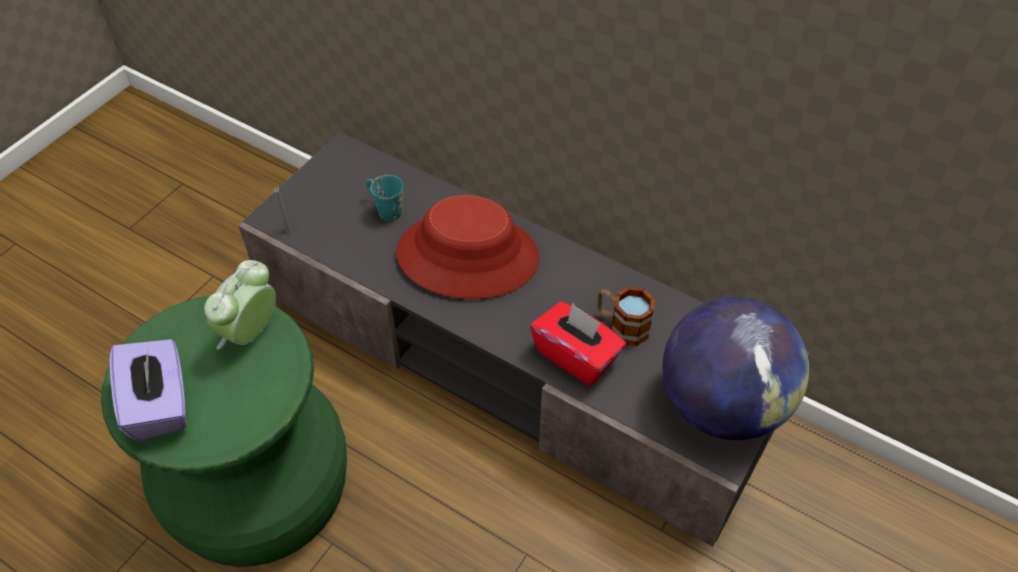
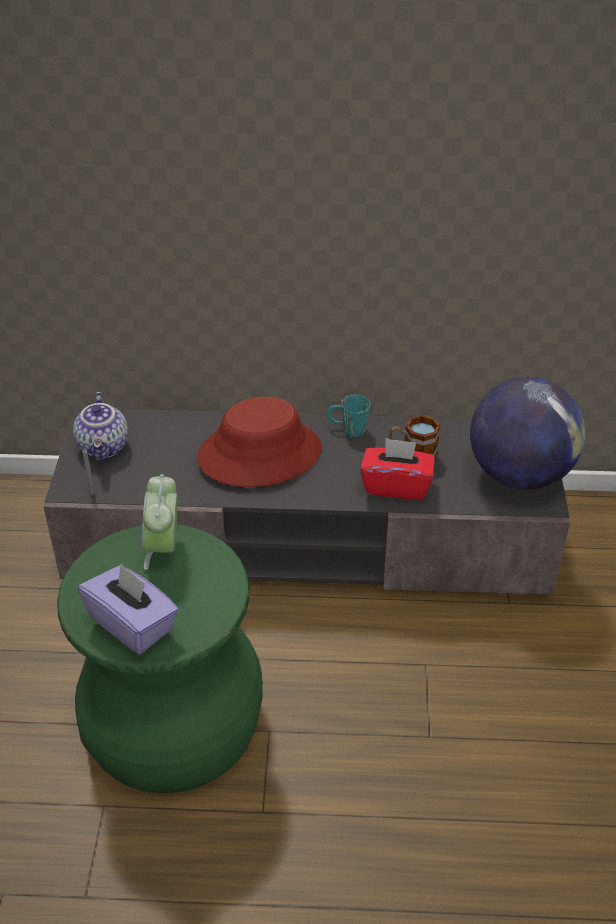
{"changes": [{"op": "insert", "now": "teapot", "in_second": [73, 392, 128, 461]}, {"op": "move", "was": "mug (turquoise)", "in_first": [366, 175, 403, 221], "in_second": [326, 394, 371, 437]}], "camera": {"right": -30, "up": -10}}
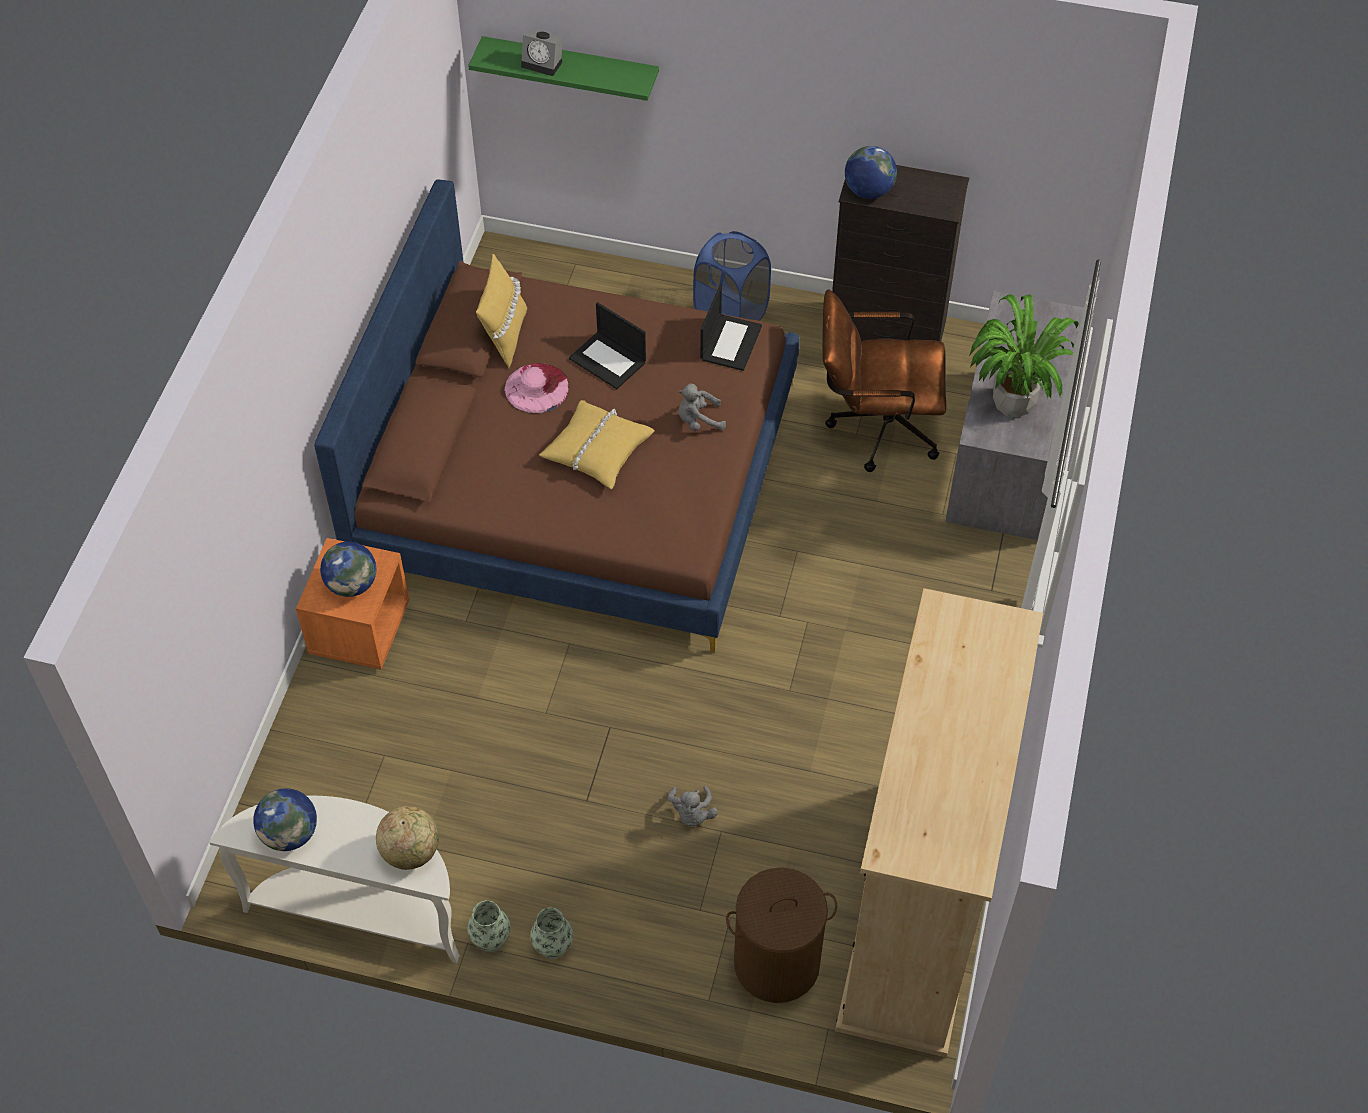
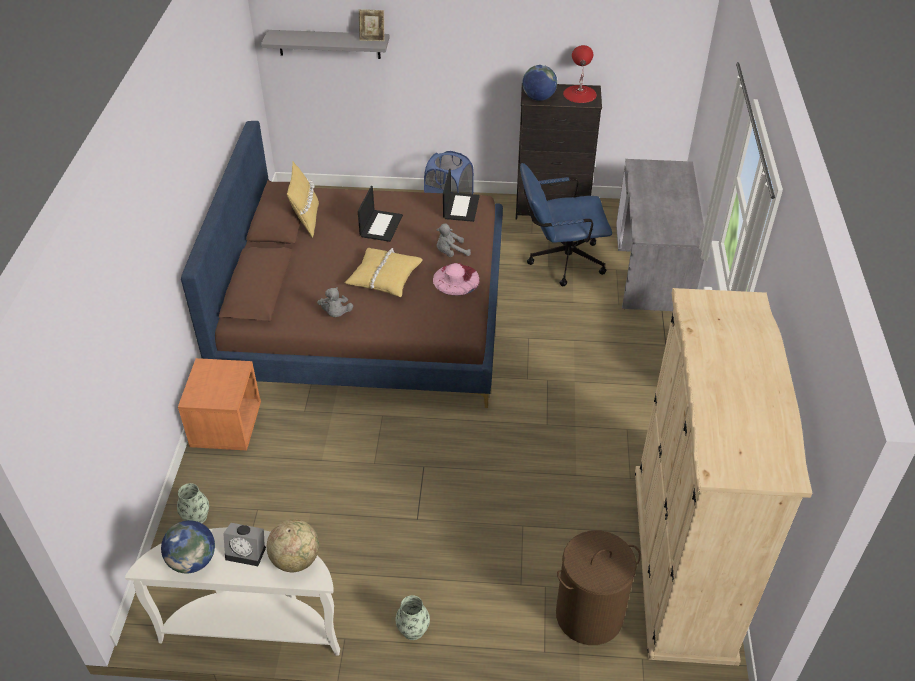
{"changes": [{"op": "delete", "was": "globe", "in_first": [320, 542, 376, 597]}, {"op": "delete", "was": "potted plant", "in_first": [969, 294, 1079, 417]}, {"op": "insert", "now": "picture frame", "in_second": [359, 9, 384, 41]}, {"op": "insert", "now": "table lamp (red)", "in_second": [563, 45, 597, 103]}, {"op": "move", "was": "vase", "in_first": [467, 901, 510, 952], "in_second": [177, 483, 209, 523]}, {"op": "move", "was": "hat (pink)", "in_first": [504, 363, 569, 413], "in_second": [433, 263, 480, 296]}, {"op": "move", "was": "alarm clock", "in_first": [521, 29, 563, 76], "in_second": [223, 523, 266, 566]}, {"op": "move", "was": "plush toy (grey)", "in_first": [668, 786, 718, 827], "in_second": [317, 287, 353, 317]}, {"op": "recolor", "was": "shelf (green)", "now": "shelf (grey)", "in_first": [468, 36, 659, 101], "in_second": [261, 30, 390, 59]}, {"op": "recolor", "was": "office chair (brown)", "now": "office chair (blue)", "in_first": [822, 289, 946, 472], "in_second": [520, 163, 612, 286]}, {"op": "rotate", "was": "laptop", "in_first": [569, 302, 646, 389], "in_second": [358, 186, 403, 242], "clockwise": -105}], "camera": {"right": -10, "up": -10}}
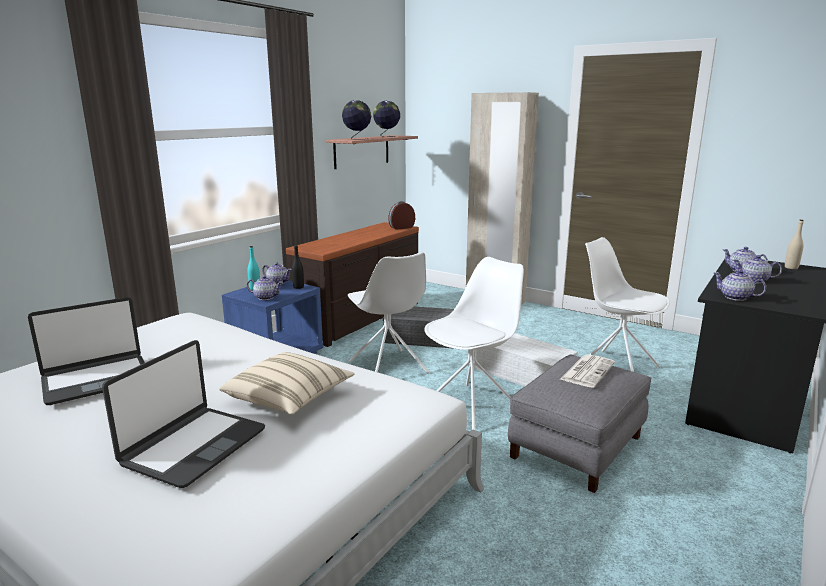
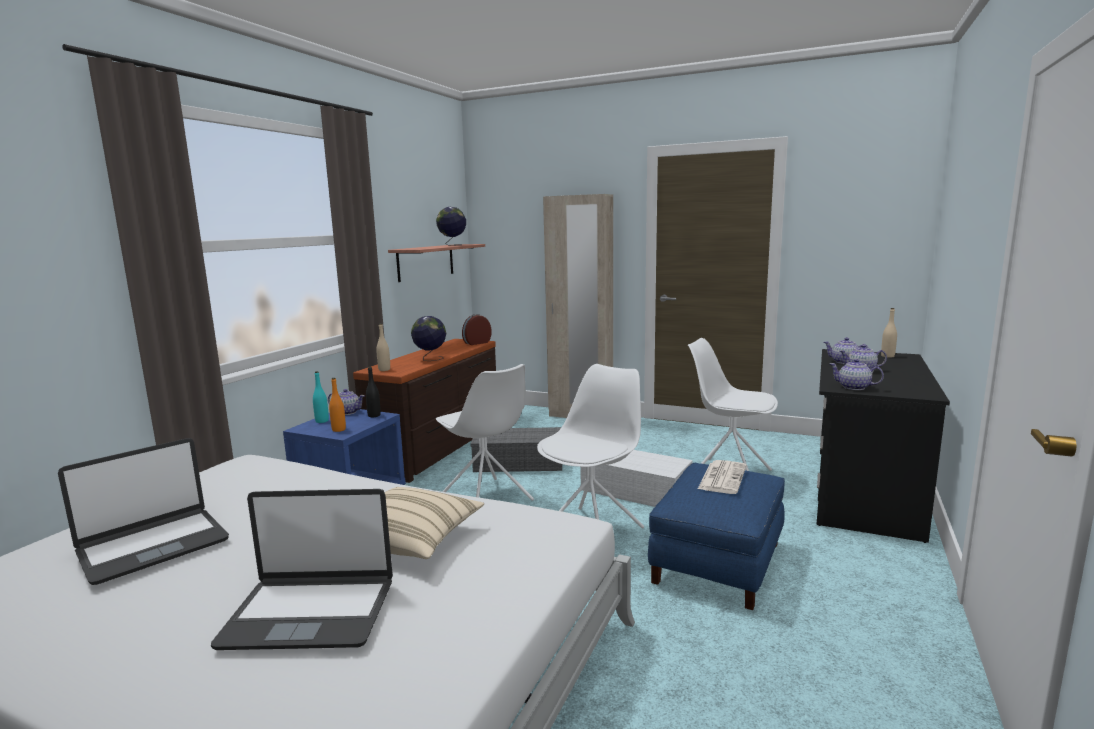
{"changes": [{"op": "insert", "now": "bottle (beige)", "in_second": [376, 324, 390, 371]}, {"op": "move", "was": "globe", "in_first": [342, 100, 371, 139], "in_second": [411, 316, 446, 361]}, {"op": "replace", "was": "teapot", "now": "bottle (orange)", "in_first": [247, 276, 283, 300], "in_second": [329, 378, 346, 432]}, {"op": "recolor", "was": "ottoman (grey)", "now": "ottoman (blue)", "in_first": [508, 355, 651, 493], "in_second": [648, 463, 785, 610]}, {"op": "rotate", "was": "laptop", "in_first": [102, 340, 265, 488], "in_second": [211, 489, 393, 650], "clockwise": 75}], "camera": {"right": -10, "up": -5}}
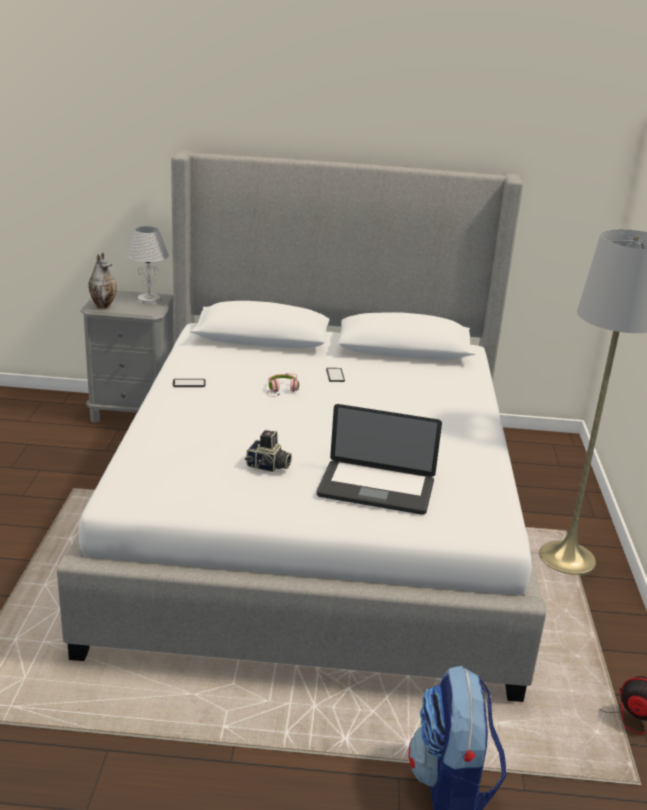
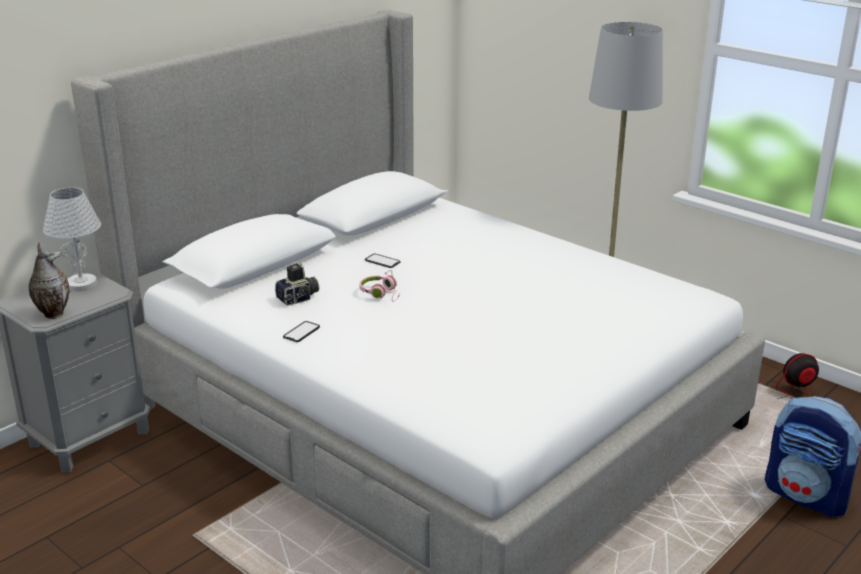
{"changes": [{"op": "delete", "was": "laptop", "in_first": [317, 404, 442, 515]}, {"op": "move", "was": "photo camera", "in_first": [245, 430, 292, 472], "in_second": [275, 262, 319, 306]}], "camera": {"right": -50, "up": 0}}
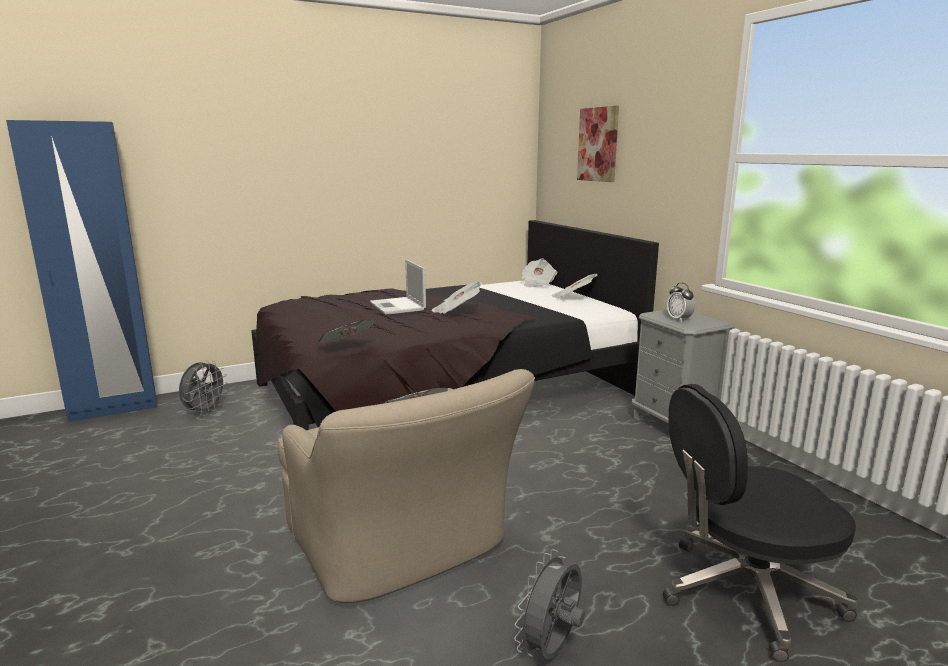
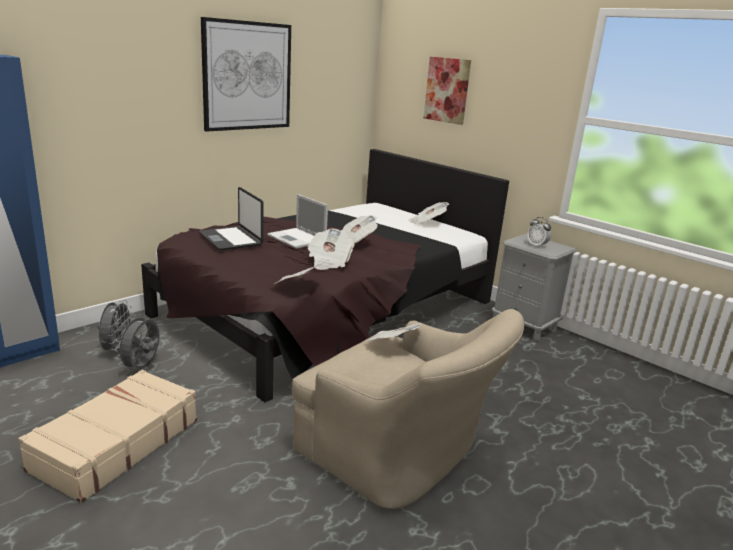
{"changes": [{"op": "delete", "was": "office chair (black)", "in_first": [663, 384, 858, 662]}, {"op": "insert", "now": "suitcase (beige)", "in_second": [18, 370, 197, 503]}, {"op": "insert", "now": "laptop", "in_second": [199, 187, 264, 251]}, {"op": "insert", "now": "picture", "in_second": [201, 17, 291, 132]}, {"op": "move", "was": "fan (grey)", "in_first": [514, 549, 585, 659], "in_second": [115, 314, 160, 371]}, {"op": "move", "was": "newspaper", "in_first": [521, 258, 557, 287], "in_second": [308, 229, 355, 270]}], "camera": {"right": -20, "up": 5}}
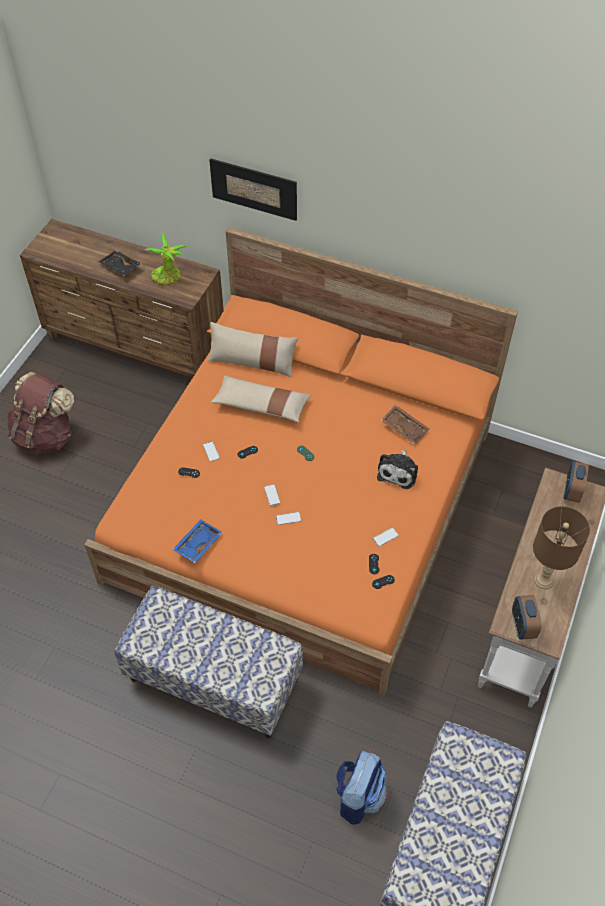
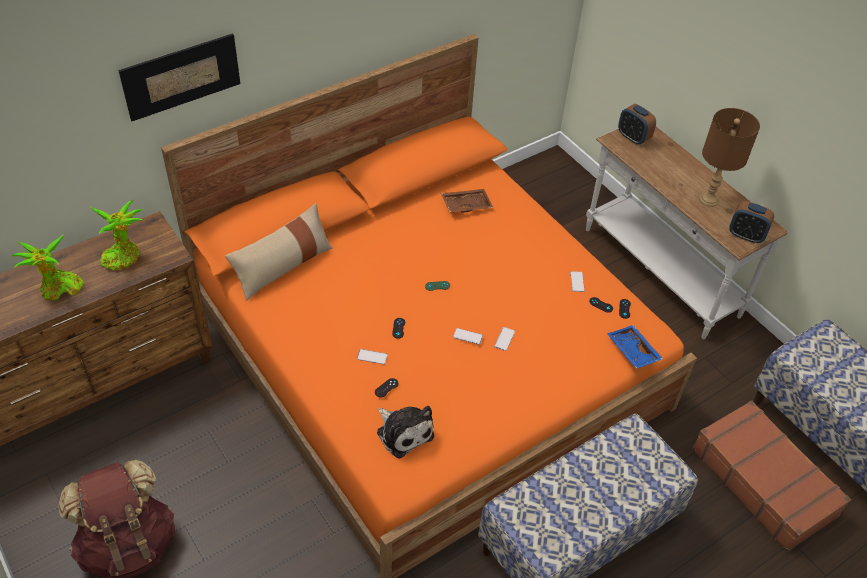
{"changes": [{"op": "delete", "was": "pillow (beige)", "in_first": [211, 376, 311, 422]}, {"op": "move", "was": "tray (blue)", "in_first": [172, 519, 223, 563], "in_second": [607, 325, 663, 369]}, {"op": "move", "was": "plush toy", "in_first": [377, 449, 418, 489], "in_second": [377, 406, 434, 458]}, {"op": "replace", "was": "tray (black)", "now": "potted plant", "in_first": [98, 250, 141, 276], "in_second": [12, 234, 84, 301]}, {"op": "replace", "was": "backpack", "now": "suitcase (brown)", "in_first": [336, 750, 387, 825], "in_second": [692, 400, 851, 552]}], "camera": {"right": -60, "up": -5}}
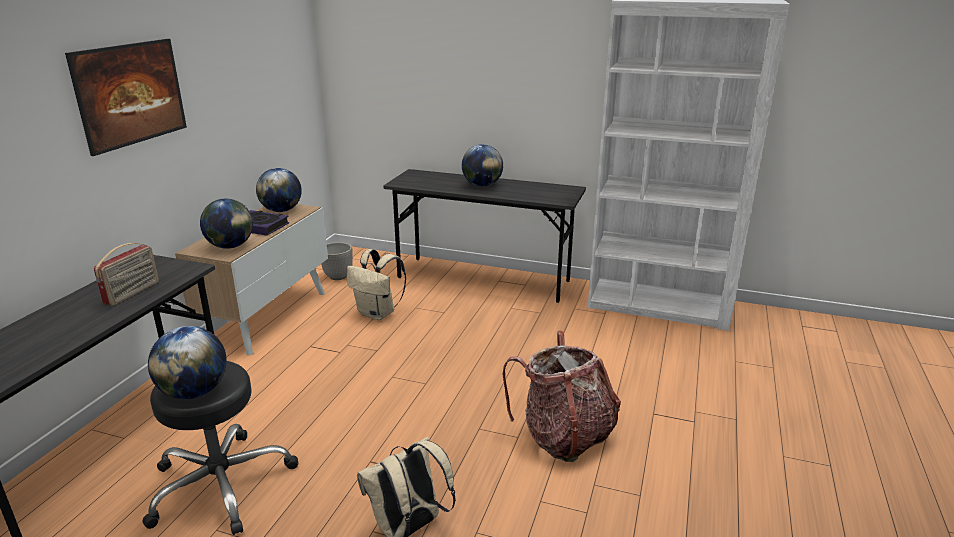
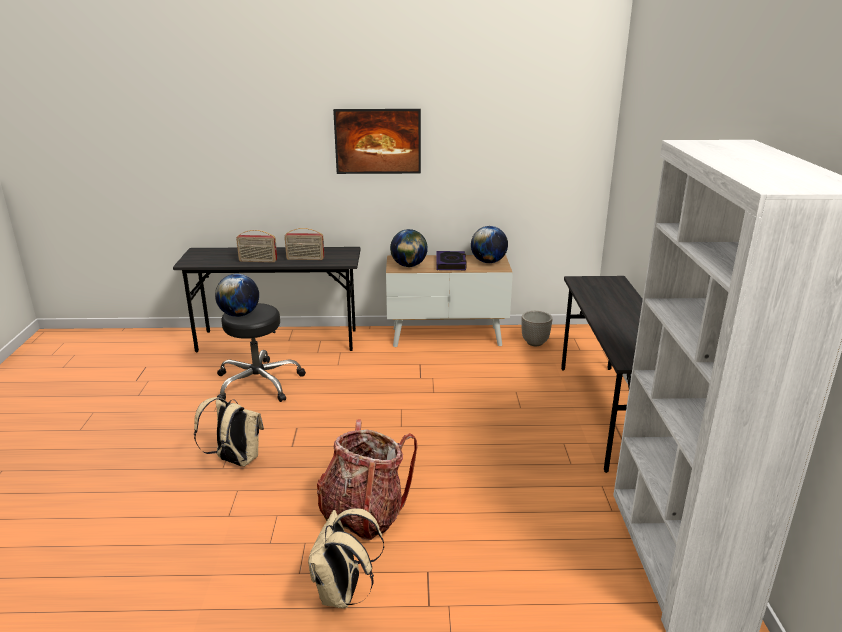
{"changes": [{"op": "delete", "was": "globe", "in_first": [462, 144, 503, 187]}, {"op": "insert", "now": "radio", "in_second": [236, 230, 277, 262]}, {"op": "move", "was": "backpack (beige)", "in_first": [347, 249, 406, 320], "in_second": [308, 508, 384, 608]}], "camera": {"right": 70, "up": 0}}
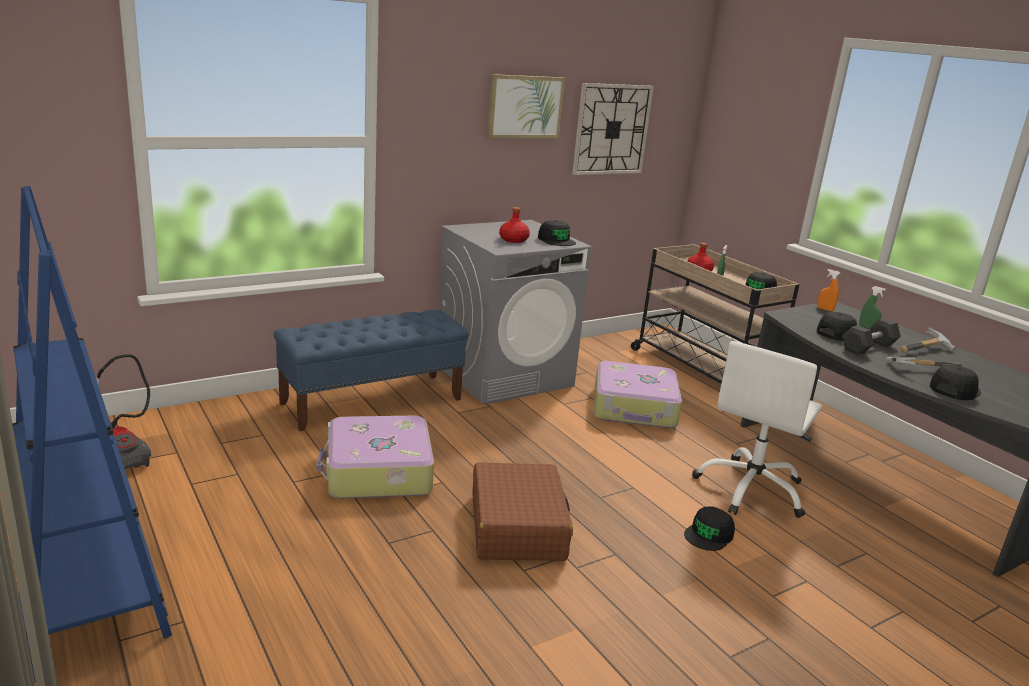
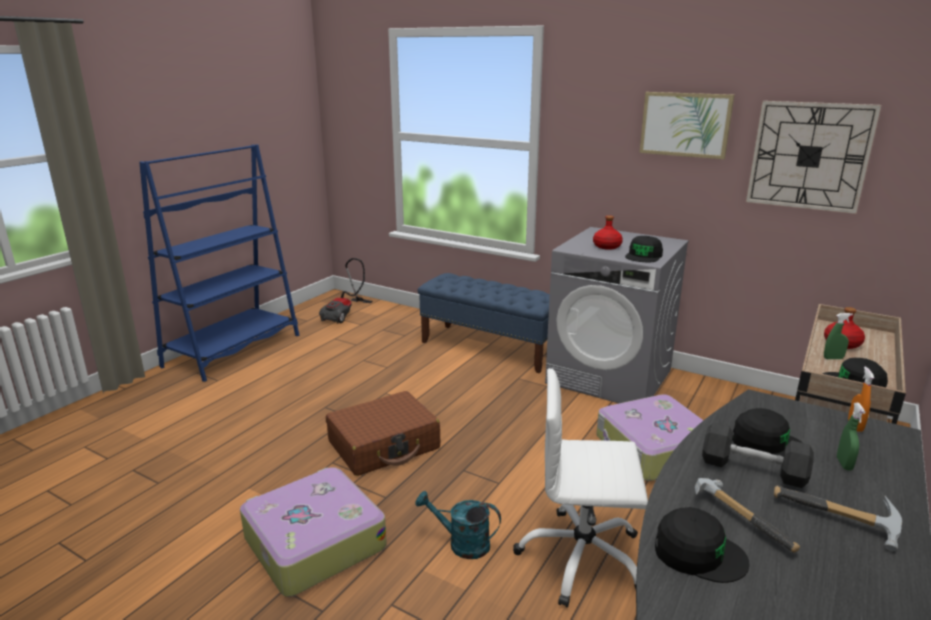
{"changes": [{"op": "move", "was": "suitcase", "in_first": [316, 416, 434, 499], "in_second": [240, 467, 387, 597]}, {"op": "replace", "was": "cap (black)", "now": "watering can (turquoise)", "in_first": [684, 507, 735, 551], "in_second": [415, 491, 501, 559]}], "camera": {"right": 65, "up": 0}}
